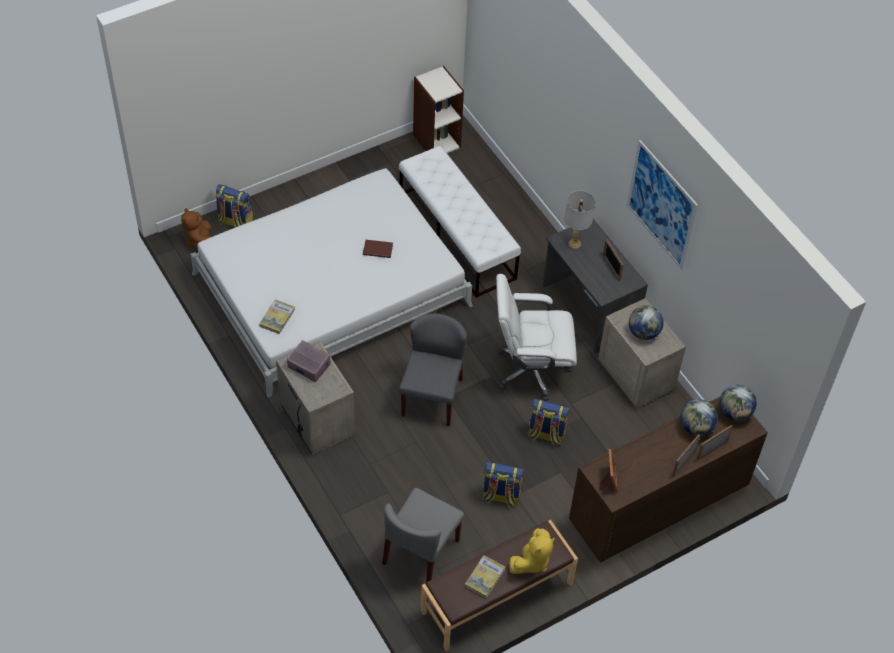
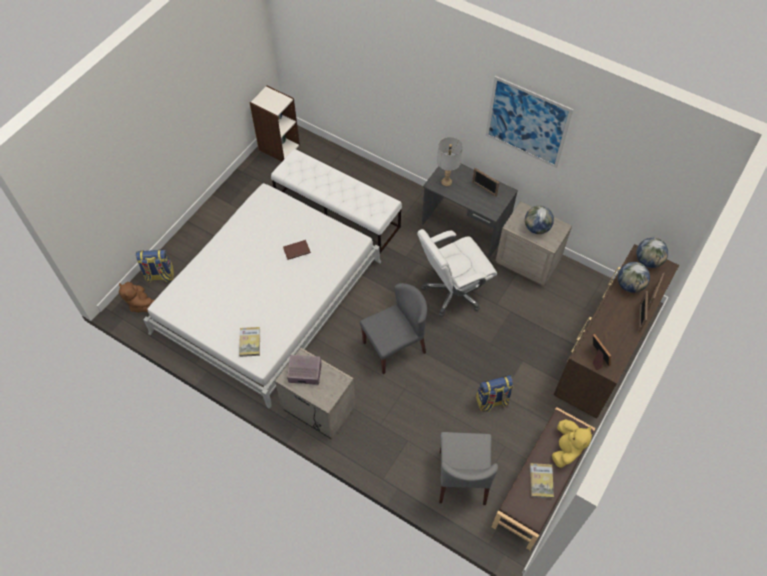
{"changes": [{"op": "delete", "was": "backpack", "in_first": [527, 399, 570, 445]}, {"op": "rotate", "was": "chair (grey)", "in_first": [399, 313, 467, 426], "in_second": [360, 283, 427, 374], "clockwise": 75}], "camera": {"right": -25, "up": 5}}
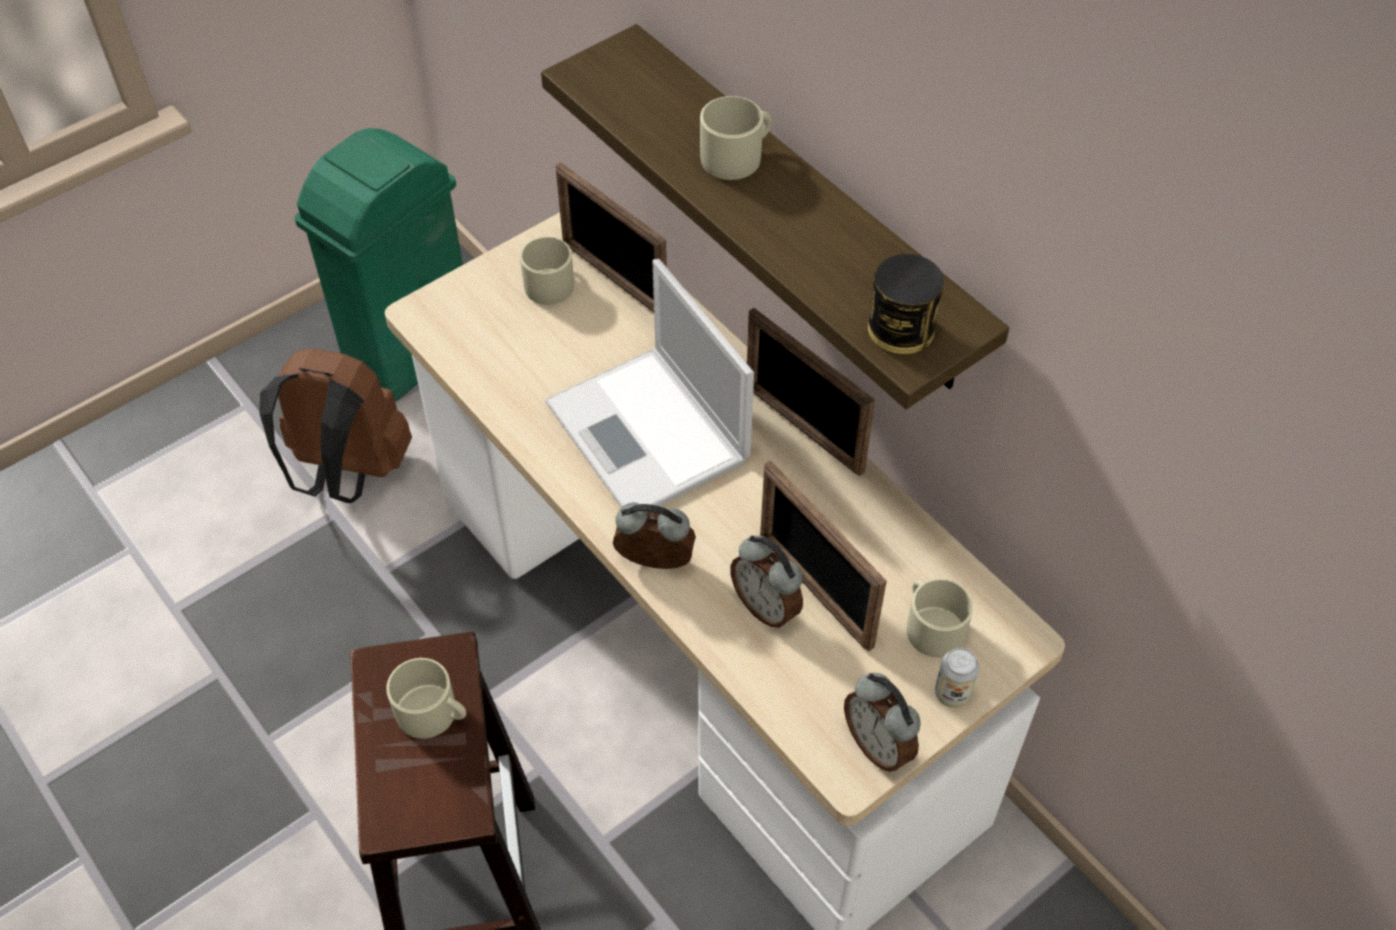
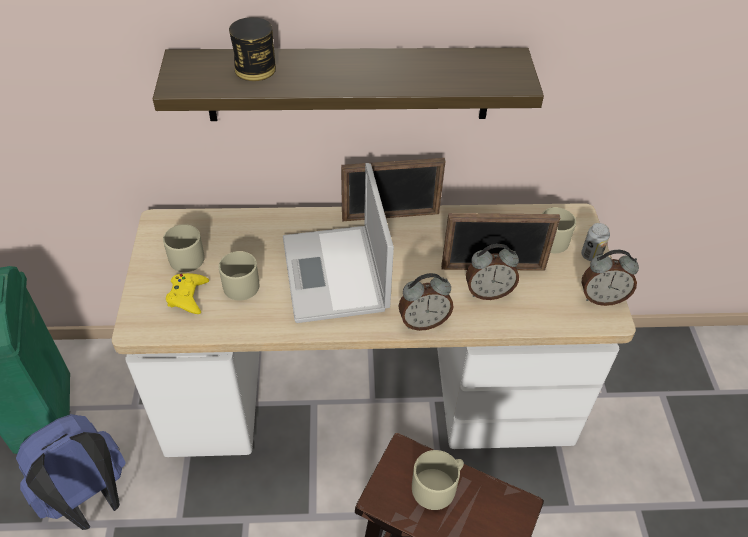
{"changes": [{"op": "delete", "was": "picture frame", "in_first": [556, 162, 667, 312]}, {"op": "insert", "now": "game controller (yellow)", "in_second": [166, 273, 209, 314]}, {"op": "move", "was": "mug (beige)", "in_first": [700, 96, 772, 180], "in_second": [219, 251, 259, 301]}, {"op": "move", "was": "can", "in_first": [868, 254, 944, 355], "in_second": [229, 17, 276, 81]}, {"op": "recolor", "was": "backpack (brown)", "now": "backpack (blue)", "in_first": [259, 349, 412, 503], "in_second": [16, 414, 126, 530]}, {"op": "rotate", "was": "laptop", "in_first": [545, 259, 754, 508], "in_second": [283, 163, 394, 323], "clockwise": 75}, {"op": "rotate", "was": "alarm clock", "in_first": [613, 502, 696, 569], "in_second": [398, 273, 454, 331], "clockwise": -150}], "camera": {"right": -55, "up": -5}}
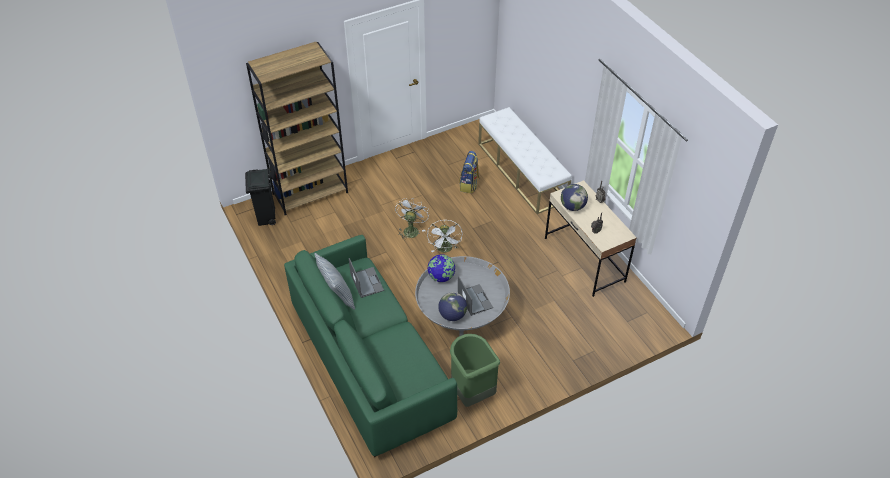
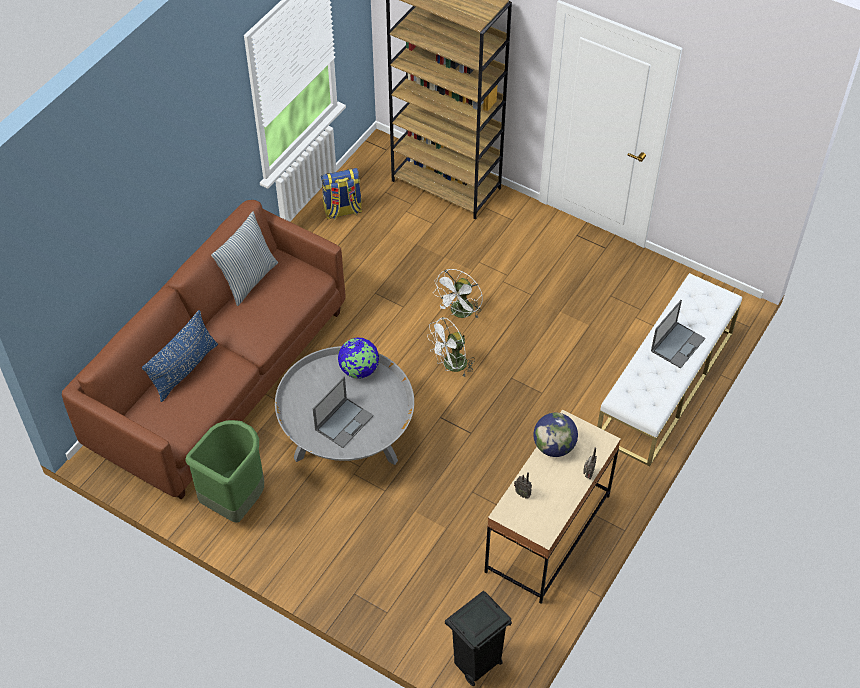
{"changes": [{"op": "delete", "was": "globe", "in_first": [438, 292, 467, 321]}, {"op": "insert", "now": "pillow (blue)", "in_second": [142, 310, 218, 402]}, {"op": "move", "was": "trash can (black)", "in_first": [245, 168, 276, 226], "in_second": [445, 591, 512, 686]}, {"op": "move", "was": "laptop", "in_first": [349, 258, 384, 298], "in_second": [651, 300, 706, 369]}, {"op": "move", "was": "backpack", "in_first": [459, 151, 480, 193], "in_second": [321, 168, 363, 219]}, {"op": "recolor", "was": "sofa (green)", "now": "sofa (brown)", "in_first": [284, 235, 457, 457], "in_second": [62, 200, 345, 499]}, {"op": "rotate", "was": "fan (white)", "in_first": [395, 198, 429, 240], "in_second": [433, 269, 483, 319], "clockwise": 135}], "camera": {"right": 60, "up": 5}}
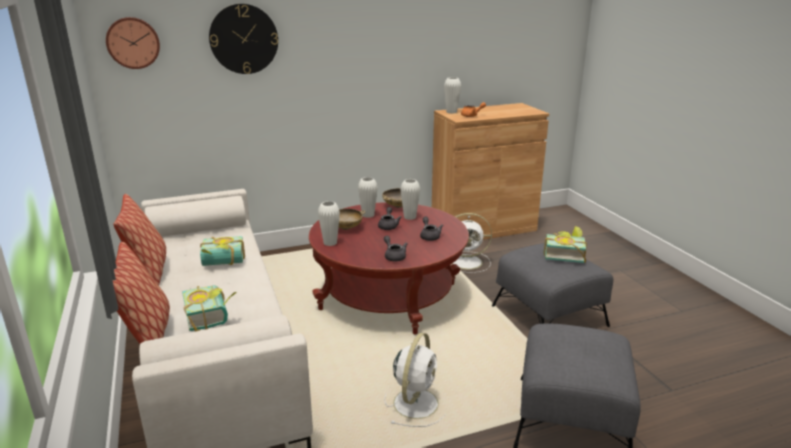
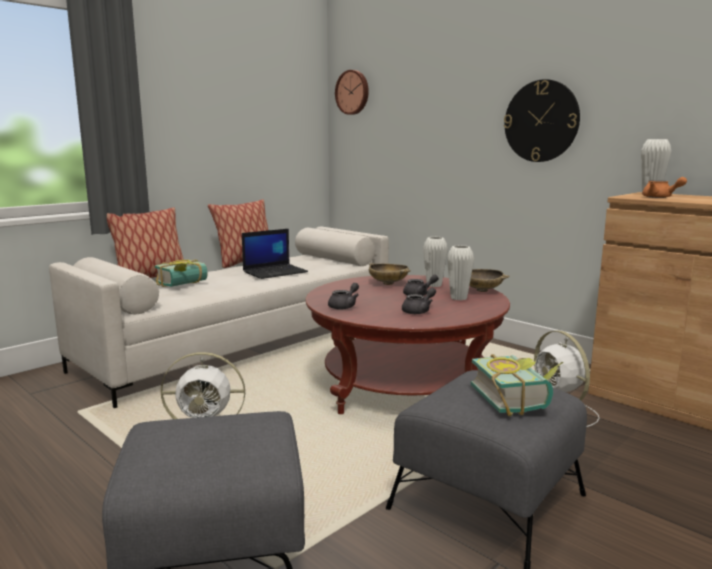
{"changes": [{"op": "delete", "was": "vase (white)", "in_first": [318, 201, 340, 246]}, {"op": "move", "was": "wall clock", "in_first": [209, 4, 278, 74], "in_second": [504, 79, 580, 162]}, {"op": "replace", "was": "book", "now": "laptop", "in_first": [200, 236, 245, 266], "in_second": [242, 229, 308, 279]}], "camera": {"right": 65, "up": -10}}
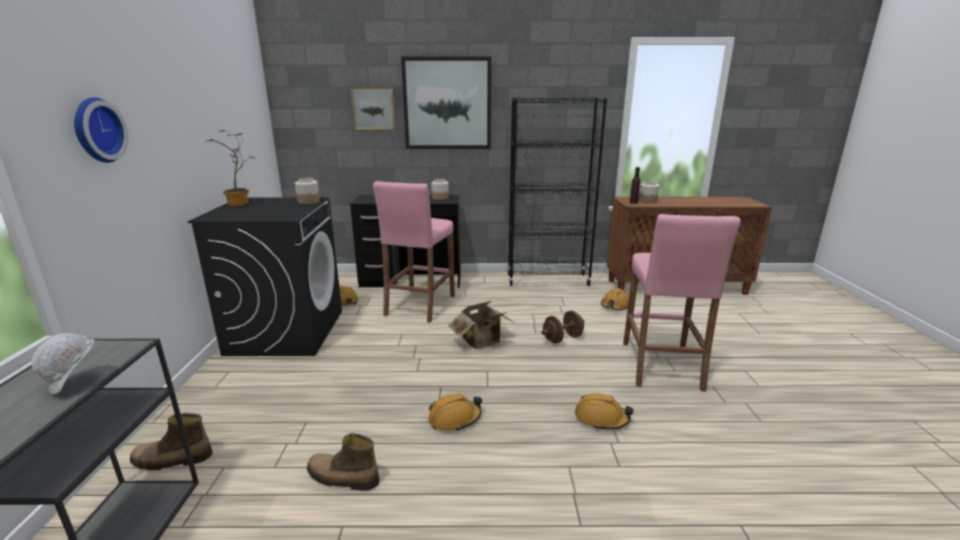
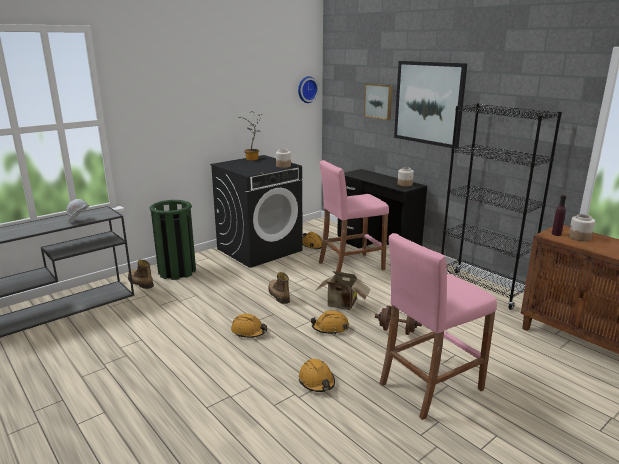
{"changes": [{"op": "insert", "now": "trash can (green)", "in_second": [150, 200, 196, 280]}, {"op": "move", "was": "wall clock", "in_first": [74, 97, 128, 163], "in_second": [298, 76, 319, 103]}, {"op": "move", "was": "boot", "in_first": [307, 433, 380, 491], "in_second": [268, 272, 290, 304]}, {"op": "move", "was": "hard hat (orange)", "in_first": [601, 288, 629, 310], "in_second": [311, 311, 349, 335]}], "camera": {"right": 50, "up": 0}}
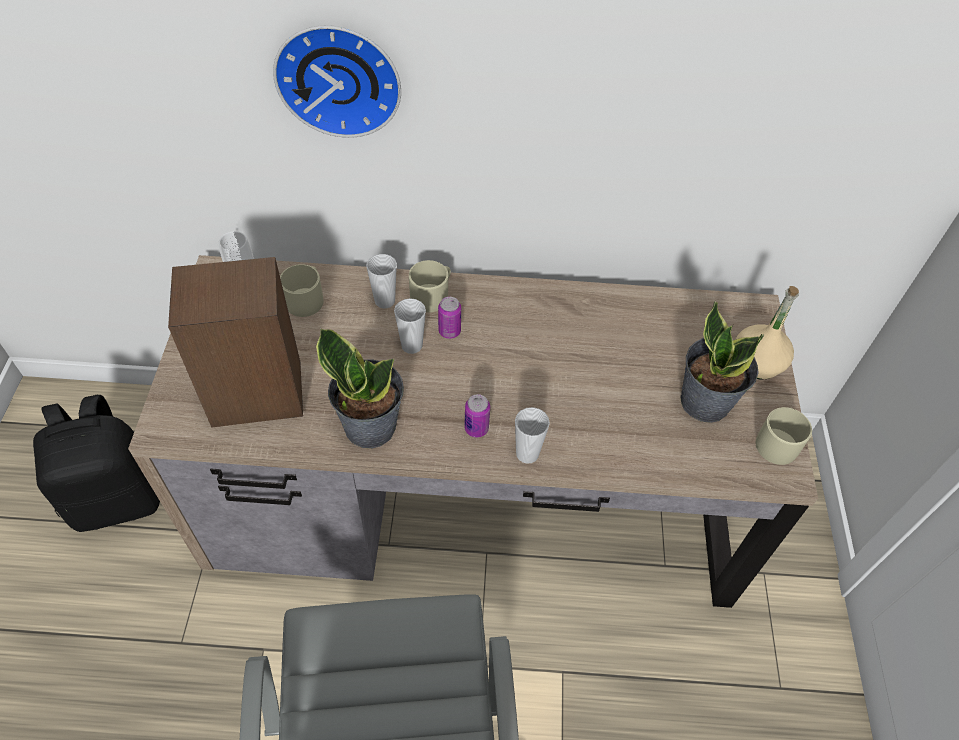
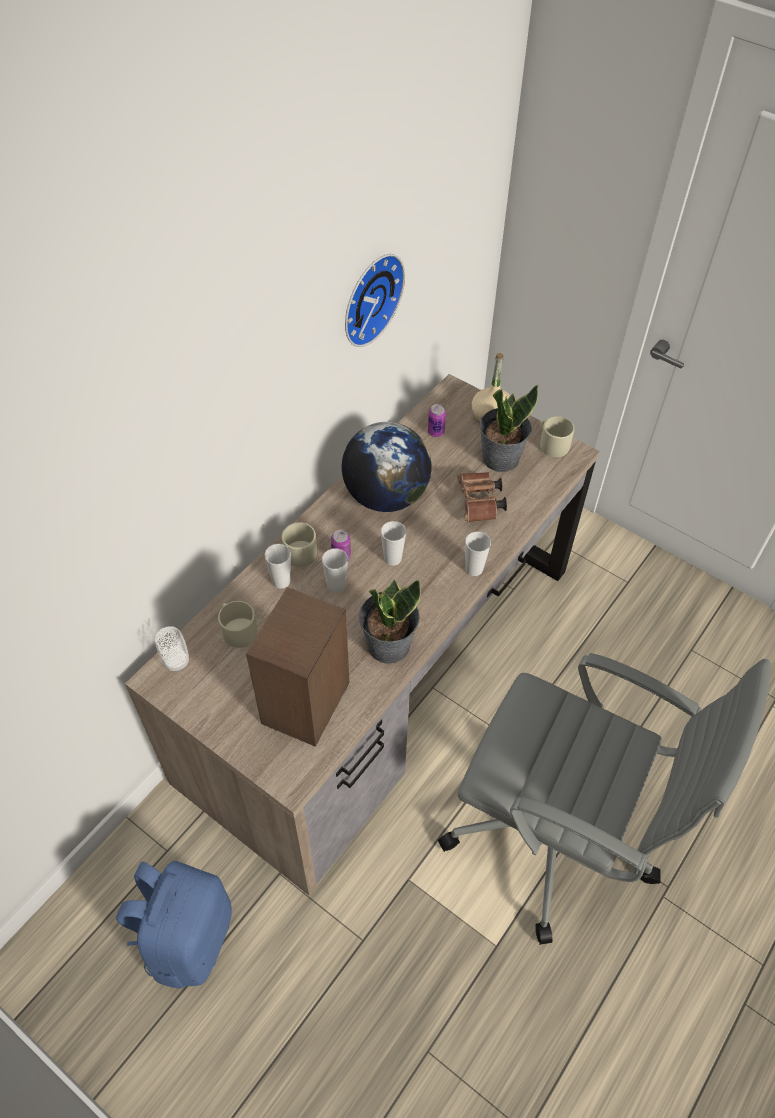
{"changes": [{"op": "insert", "now": "globe", "in_second": [342, 422, 432, 512]}, {"op": "insert", "now": "cup", "in_second": [381, 521, 406, 566]}, {"op": "insert", "now": "binoculars (brown)", "in_second": [457, 472, 507, 522]}, {"op": "move", "was": "wall clock", "in_first": [273, 25, 401, 138], "in_second": [345, 254, 405, 347]}, {"op": "move", "was": "can", "in_first": [464, 394, 490, 438], "in_second": [428, 404, 446, 437]}, {"op": "recolor", "was": "backpack (black)", "now": "backpack (blue)", "in_first": [33, 395, 160, 532], "in_second": [116, 861, 232, 989]}], "camera": {"right": -55, "up": 0}}
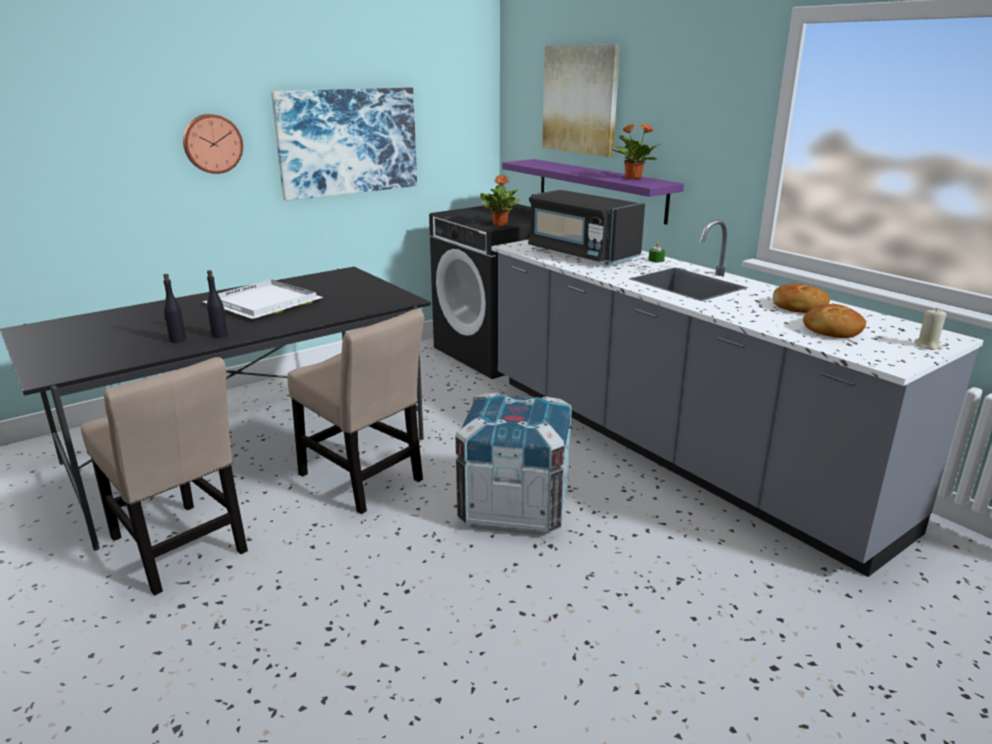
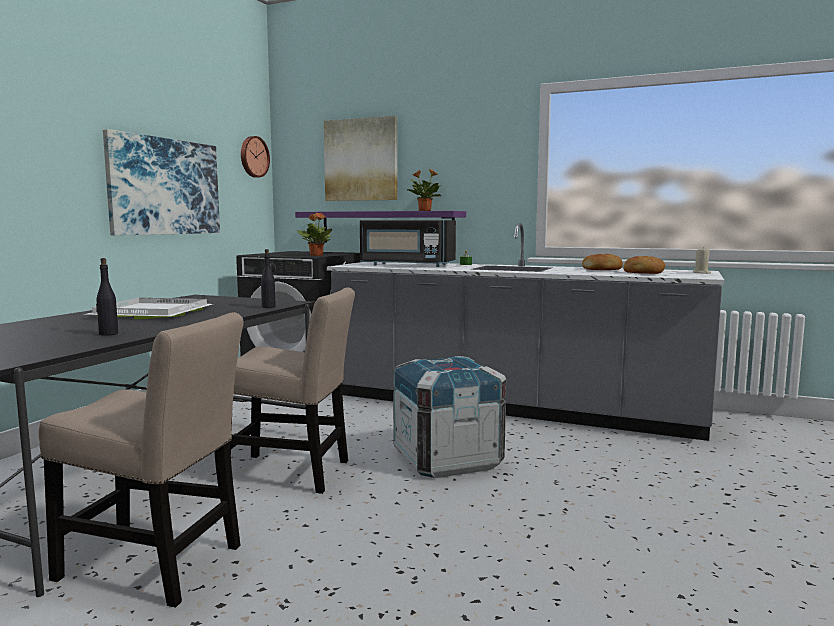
{"changes": [{"op": "move", "was": "wall clock", "in_first": [183, 114, 243, 174], "in_second": [241, 136, 270, 178]}, {"op": "move", "was": "bottle (black)", "in_first": [207, 270, 228, 338], "in_second": [261, 249, 276, 308]}], "camera": {"right": -30, "up": -15}}
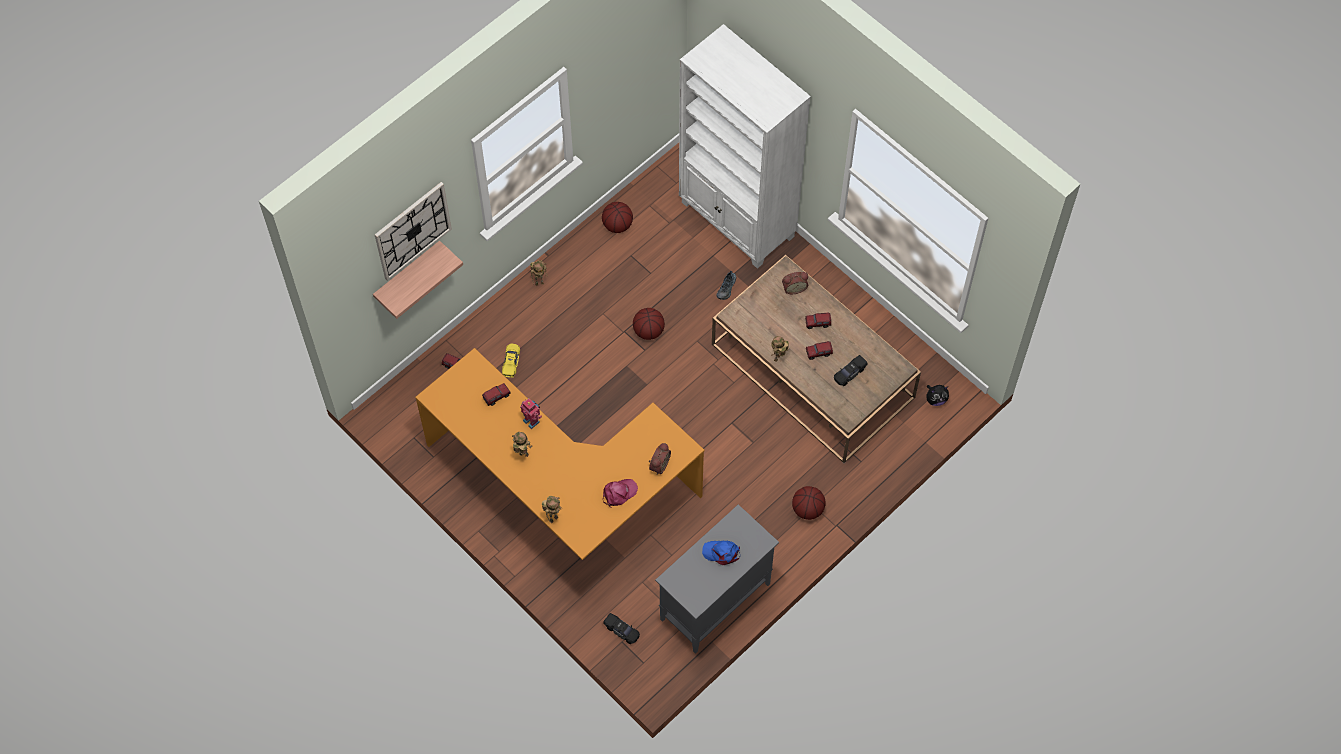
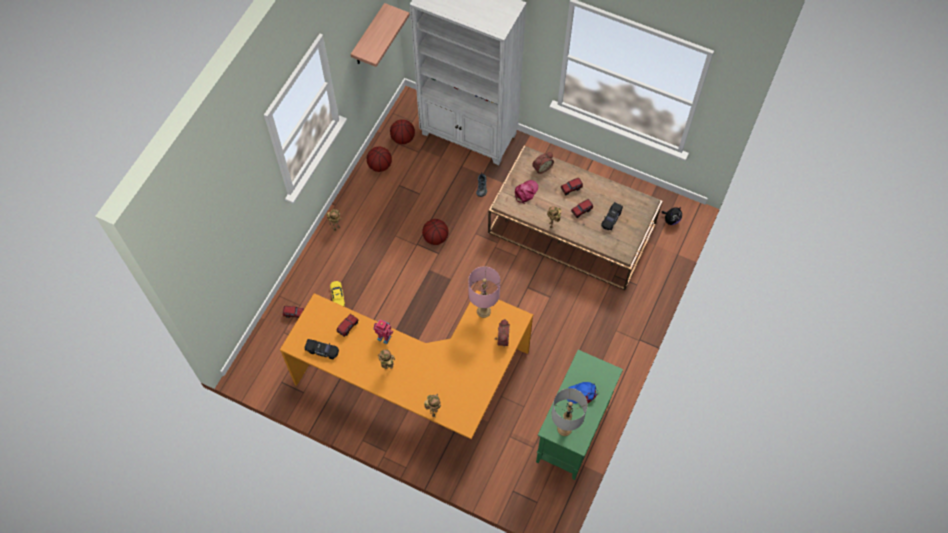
{"changes": [{"op": "delete", "was": "wall clock", "in_first": [375, 182, 452, 281]}, {"op": "insert", "now": "table lamp (pink)", "in_second": [468, 266, 500, 318]}, {"op": "insert", "now": "table lamp (grey)", "in_second": [551, 388, 588, 436]}, {"op": "move", "was": "shelf", "in_first": [373, 241, 463, 319], "in_second": [350, 3, 410, 67]}, {"op": "move", "was": "cap (pink)", "in_first": [603, 479, 638, 508], "in_second": [515, 180, 538, 204]}, {"op": "move", "was": "toy car (black)", "in_first": [603, 613, 640, 644], "in_second": [305, 339, 339, 359]}, {"op": "move", "was": "basketball", "in_first": [792, 486, 826, 520], "in_second": [390, 119, 415, 144]}, {"op": "recolor", "was": "cabinet (grey)", "now": "cabinet (green)", "in_first": [655, 504, 779, 654], "in_second": [536, 350, 623, 480]}], "camera": {"right": -20, "up": 0}}
